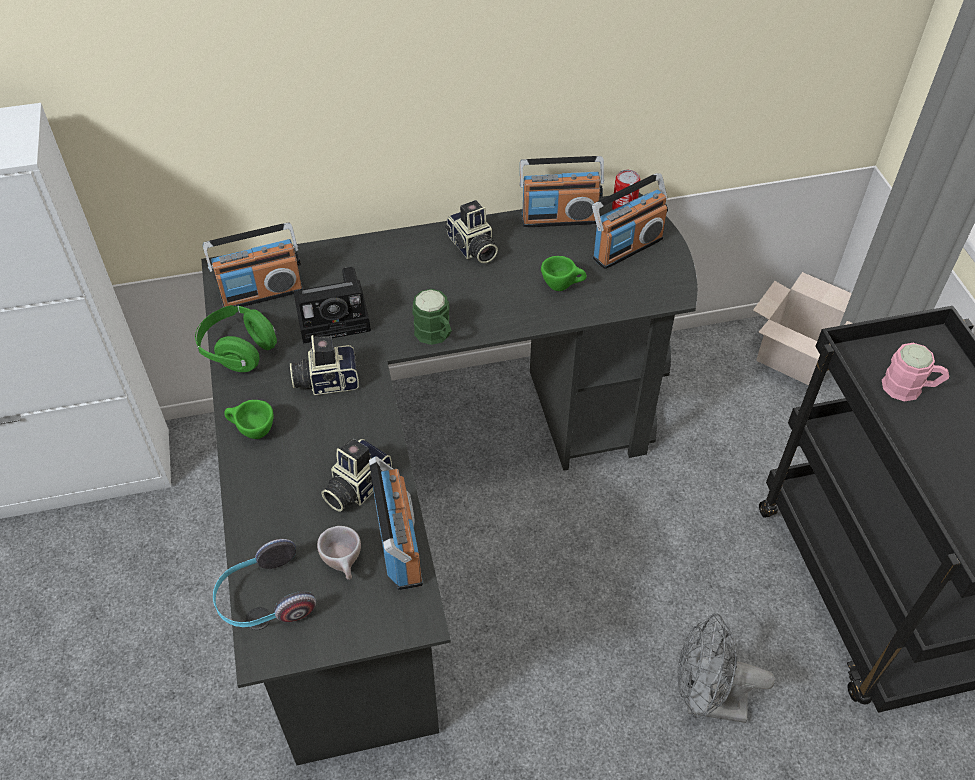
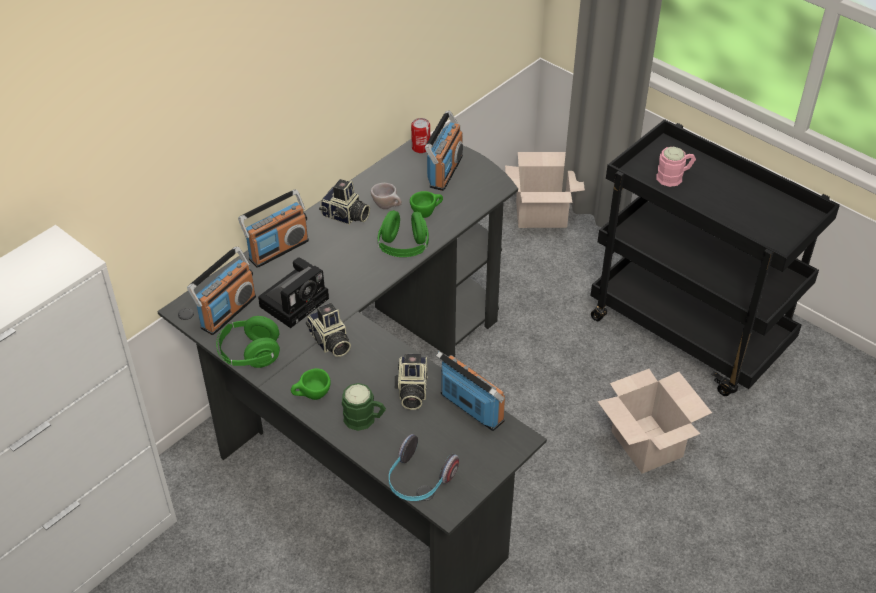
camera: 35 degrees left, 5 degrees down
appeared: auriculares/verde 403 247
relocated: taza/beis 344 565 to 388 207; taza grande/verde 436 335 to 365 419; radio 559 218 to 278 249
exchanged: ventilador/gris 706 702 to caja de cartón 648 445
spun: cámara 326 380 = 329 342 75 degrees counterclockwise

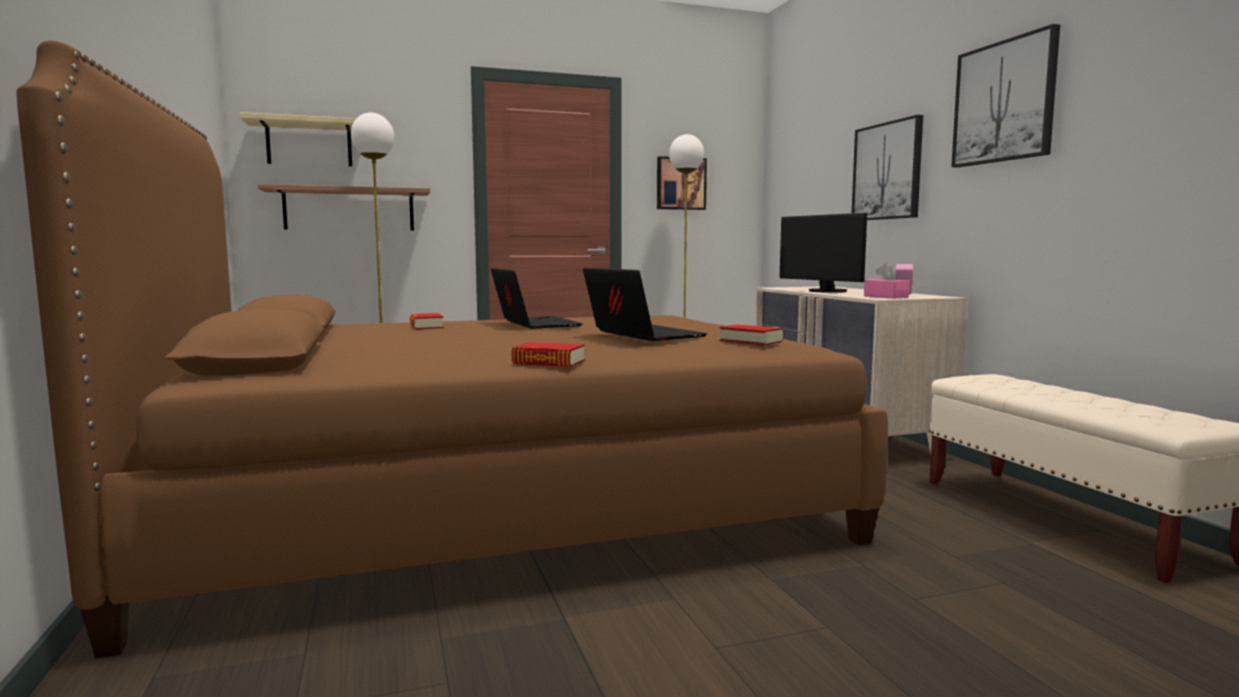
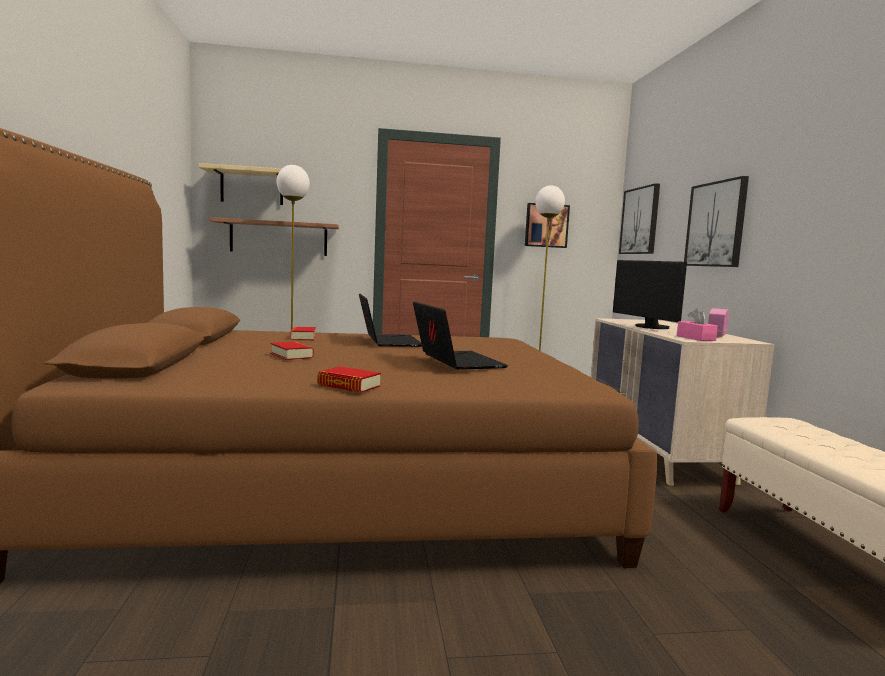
camera: 10 degrees right, 0 degrees up
relocated: libro 751 341 to 291 355; cuadro 1004 102 to 640 221

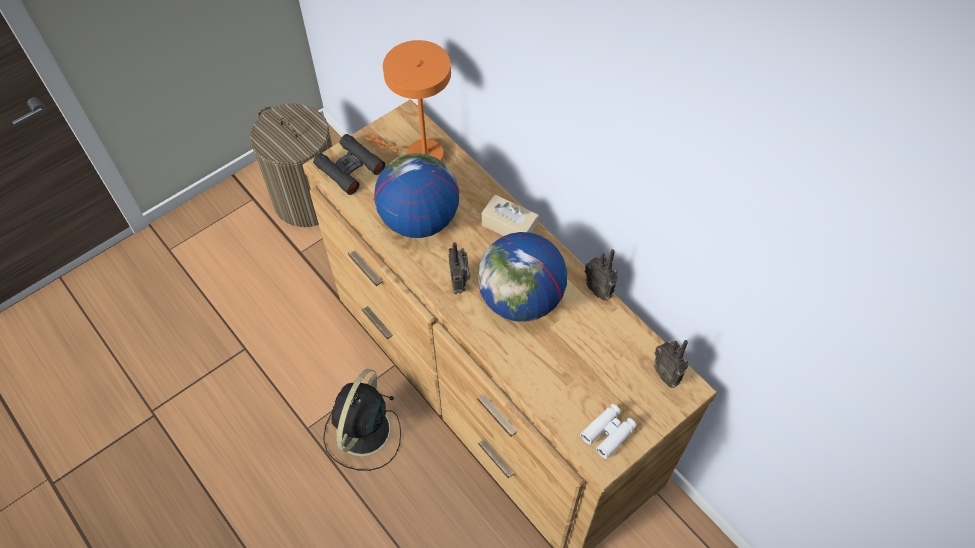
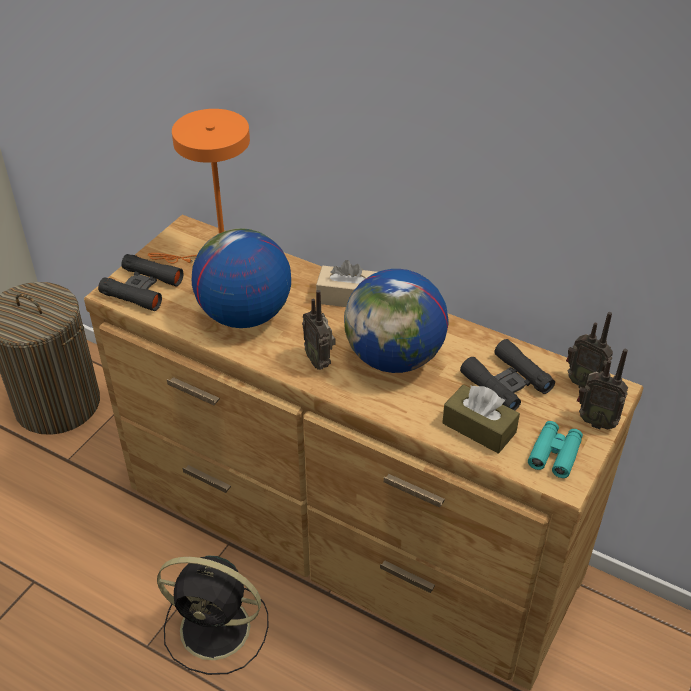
camera: 20 degrees left, 15 degrees down
appeared: caja de pañuelos/marrón 479 428; prismáticos/negro 506 383
relocated: radio 599 290 to 595 421
colour: prismáticos/blanco 608 433 to prismáticos/turquesa 554 453
spun: ventilador/negro 362 432 = 218 629 75 degrees counterclockwise

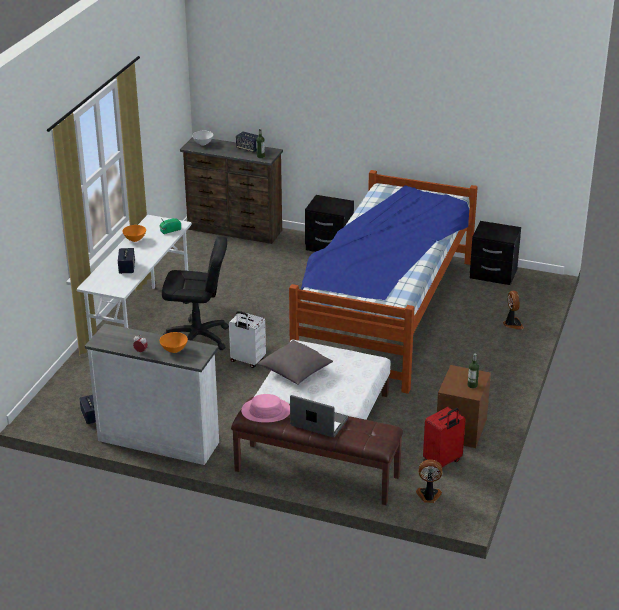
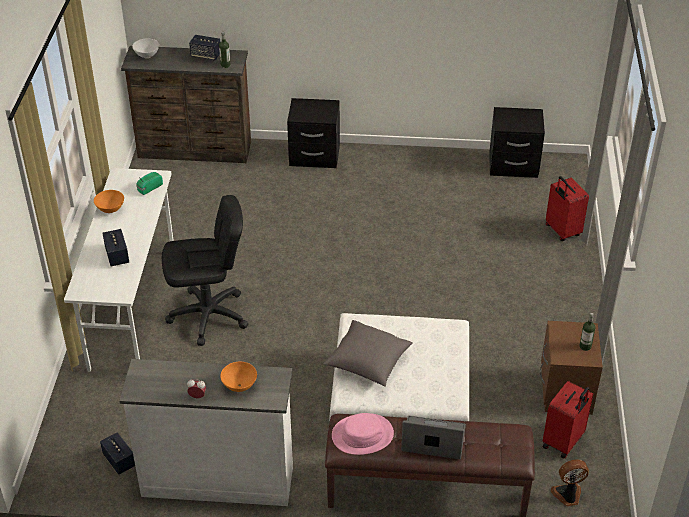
camera: 15 degrees left, 10 degrees up
missing: maleta/blanco 247 361; cama 385 312
exchanged: ventilador 512 324 to maleta/rojo 562 231

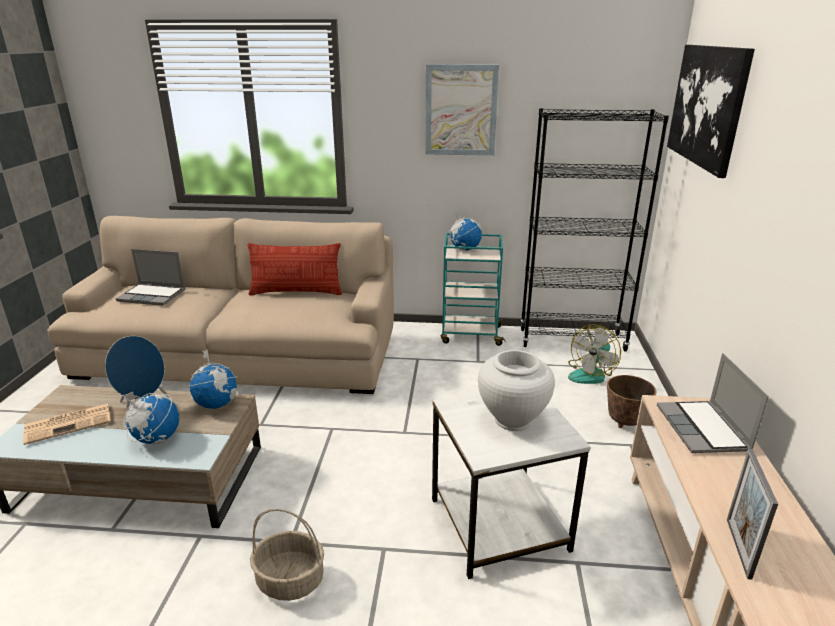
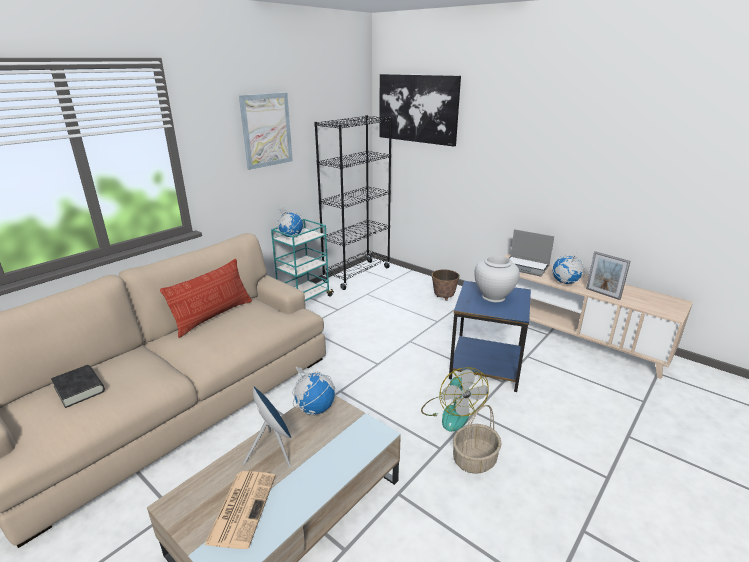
camera: 55 degrees left, 0 degrees up
relocated: globo terráqueo 156 439 to 565 283; ventilador 591 374 to 451 412
exchanged: portátil 153 295 to libro/negro 79 389
colour: mesa auxiliar/blanco 499 522 to mesa auxiliar/azul 484 365

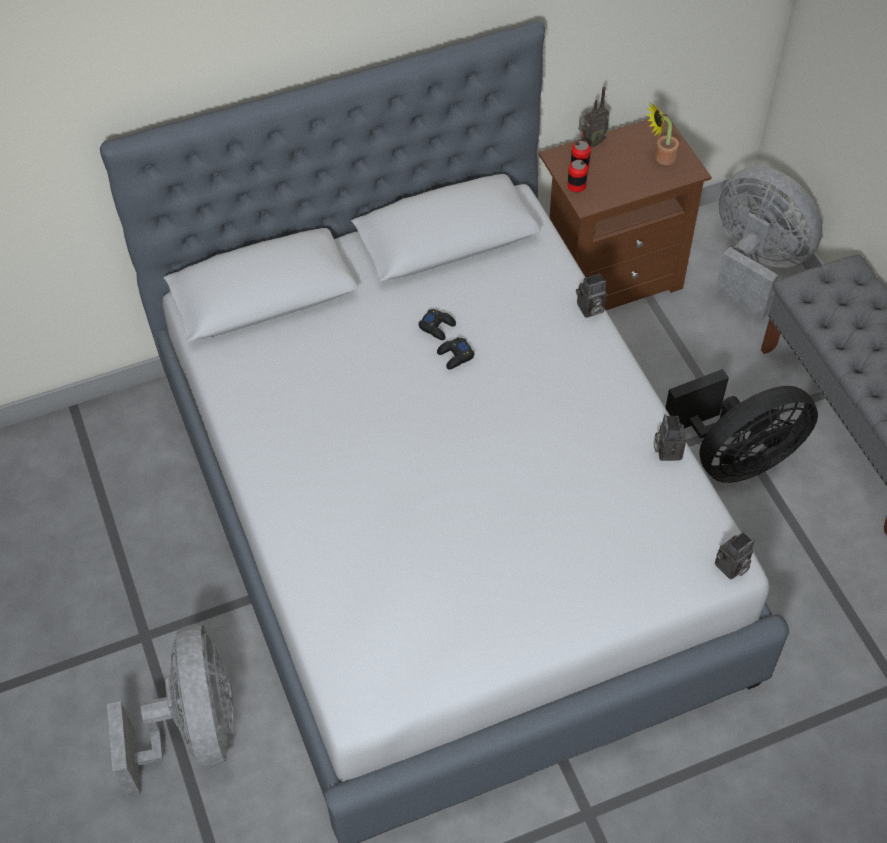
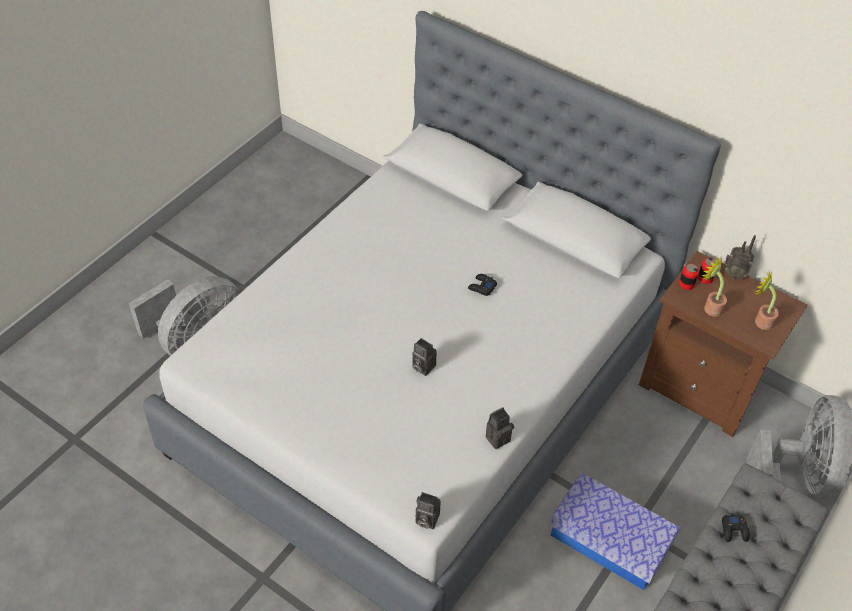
camera: 55 degrees right, 5 degrees down
appeared: planta en maceta 710 307
relocated: mando de consola/negro 437 327 to 734 530; cámara 589 309 to 422 367
exchanged: ventilador/negro 735 458 to caja de almacenaje 609 541

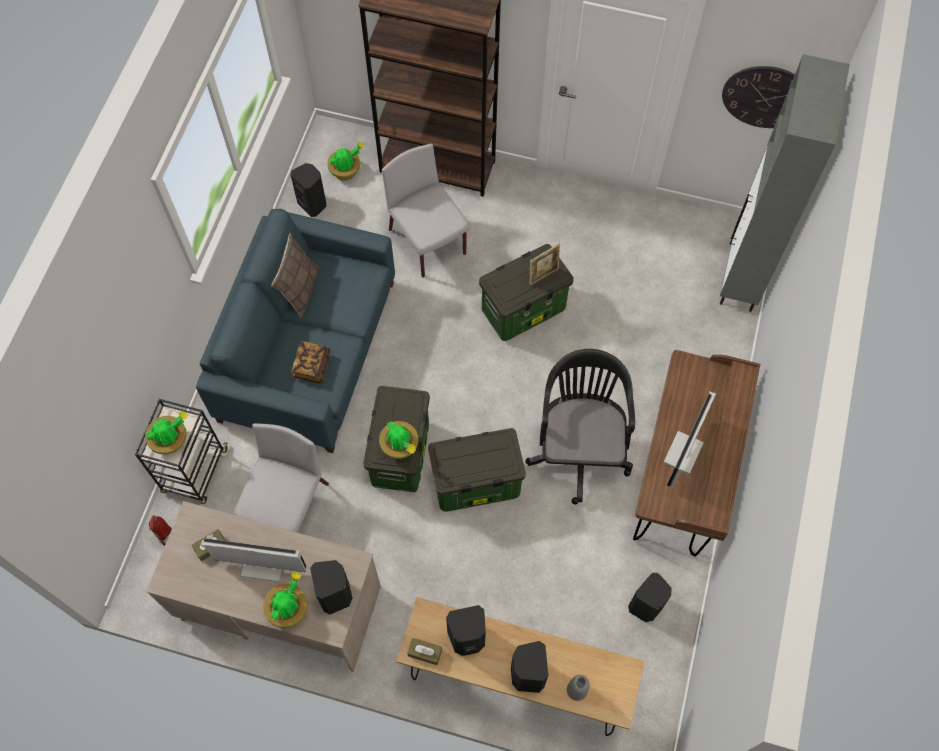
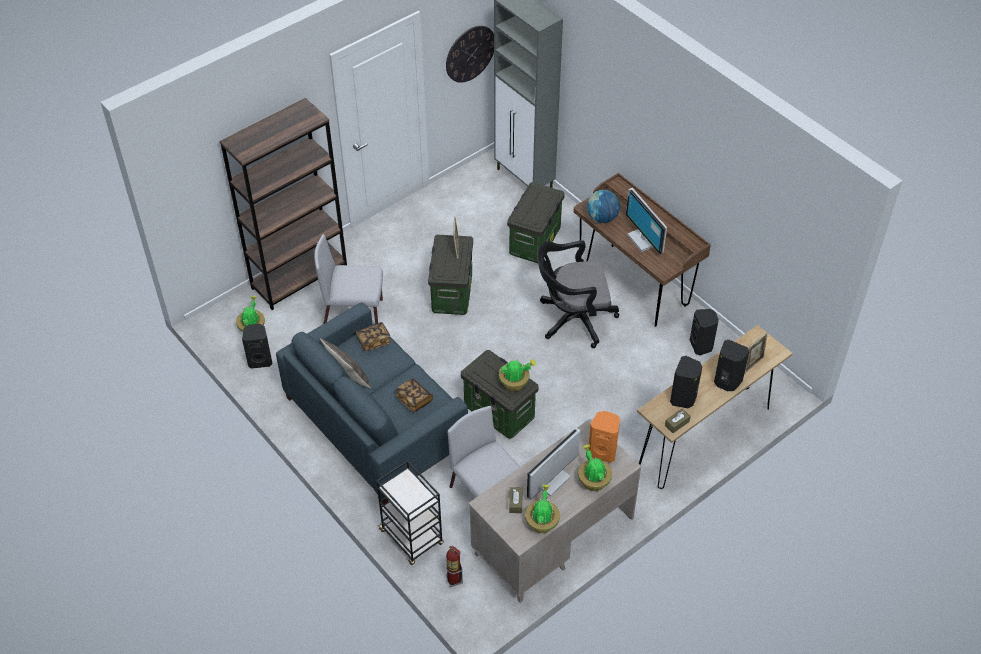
camera: 55 degrees left, 15 degrees down
appeared: libro 374 341; globo terráqueo 602 218
relocated: planta en maceta 171 440 to 542 522; caja de almacenaje 475 485 to 535 242
exchanged: botella/gris 577 690 to portarretratos 753 364
colour: altavoz/negro 336 595 to altavoz/naranja 603 451
spun: silla de oficina/negro 579 447 = 572 319 45 degrees counterclockwise

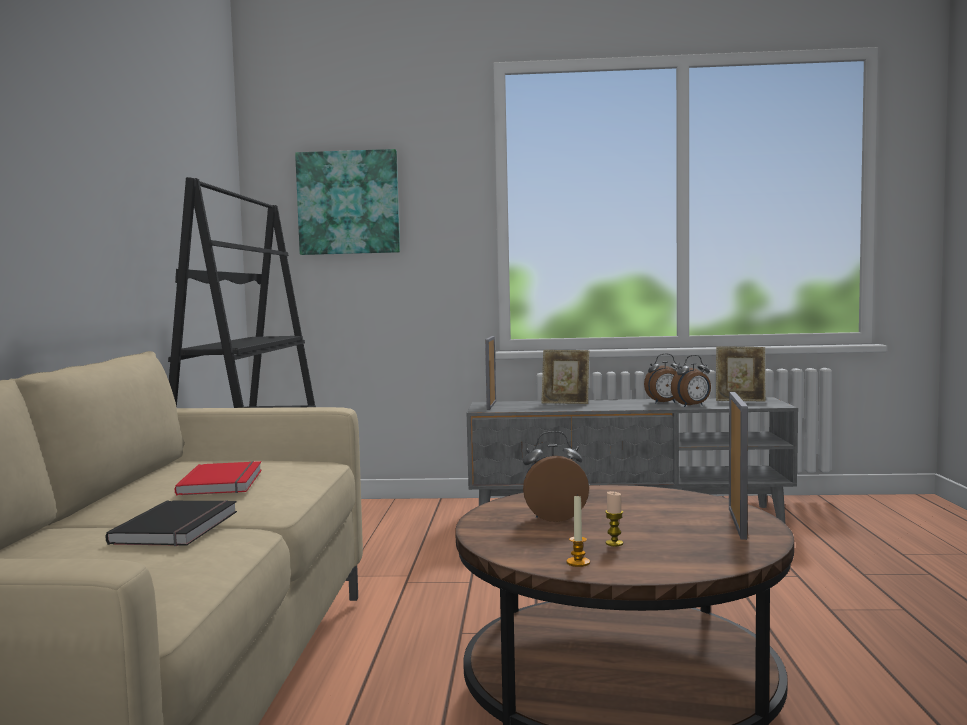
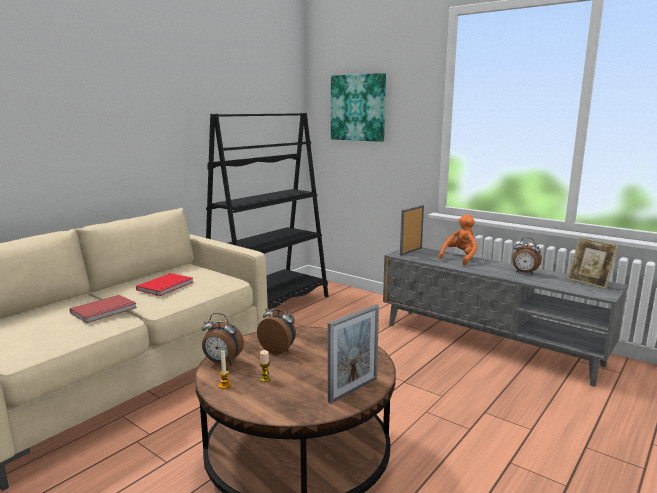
camera: 35 degrees right, 10 degrees up
relocated: despertador 692 406 to 222 362
exchanged: portarretratos 565 402 to peluche/naranja 460 258
colour: libro/negro 180 527 to libro/rojo 105 311

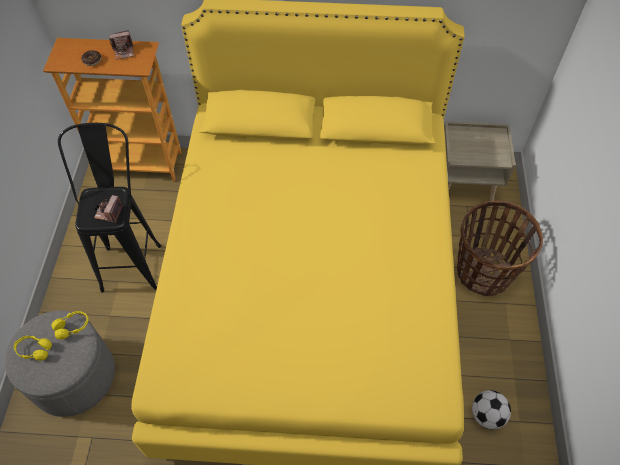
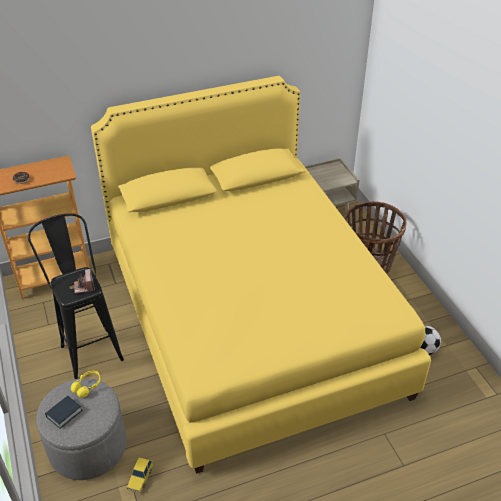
camera: 25 degrees left, 15 degrees down
missing: cámara 124 51
appeared: coche de juguete 140 478
exchanged: auriculares/amarillo 34 350 to libro 64 413

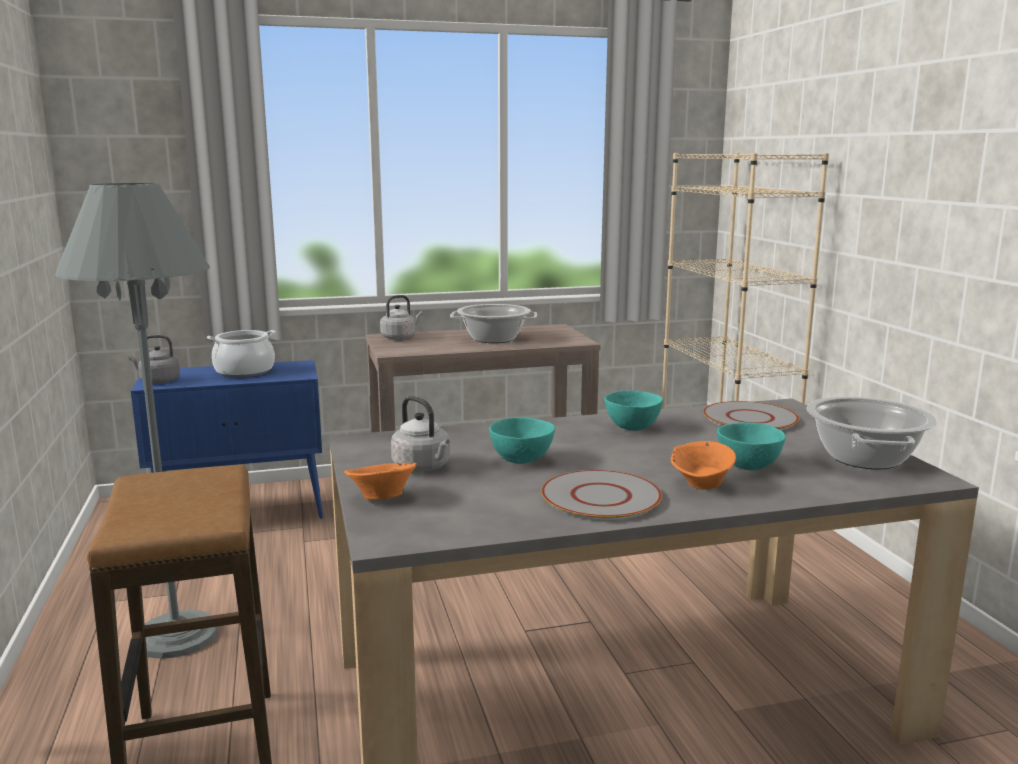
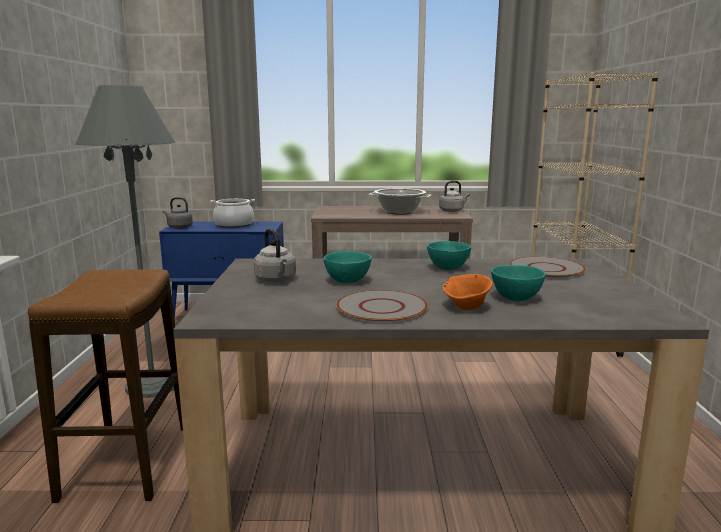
camera: 15 degrees right, 0 degrees up
missing: cuenco/naranja 381 498; olla 864 458
relocated: hervidor/gris 400 337 to 452 211

